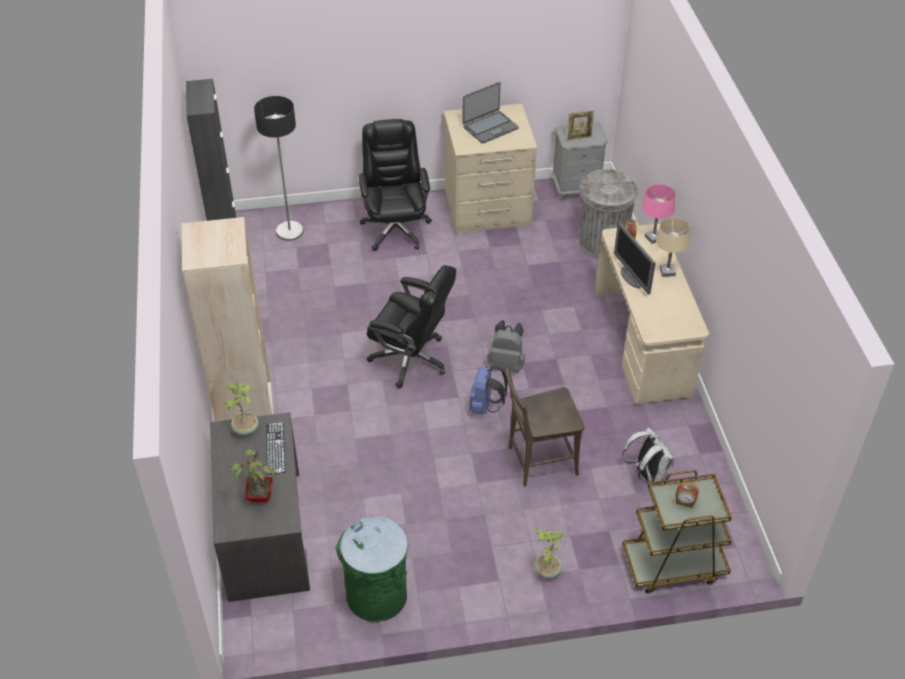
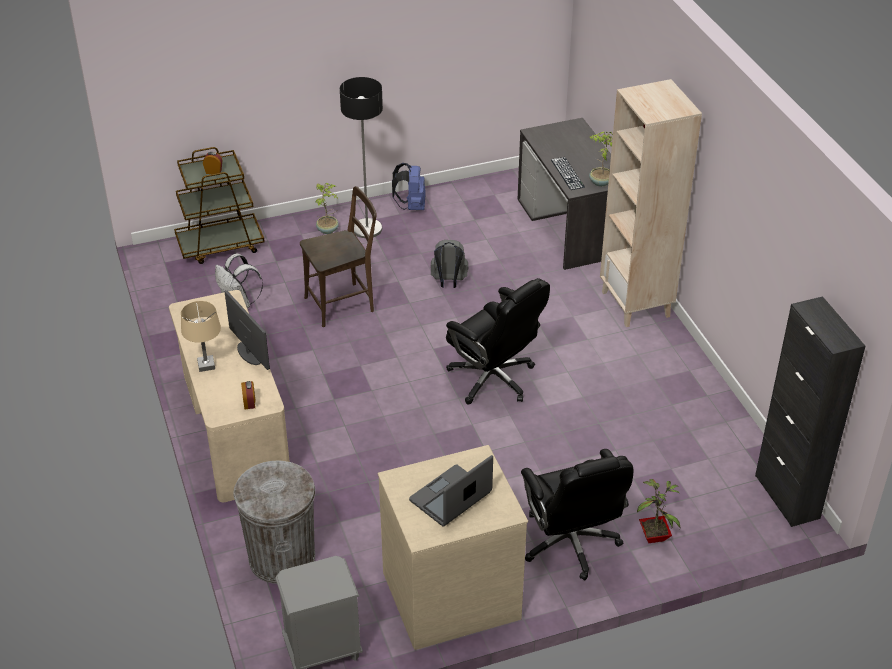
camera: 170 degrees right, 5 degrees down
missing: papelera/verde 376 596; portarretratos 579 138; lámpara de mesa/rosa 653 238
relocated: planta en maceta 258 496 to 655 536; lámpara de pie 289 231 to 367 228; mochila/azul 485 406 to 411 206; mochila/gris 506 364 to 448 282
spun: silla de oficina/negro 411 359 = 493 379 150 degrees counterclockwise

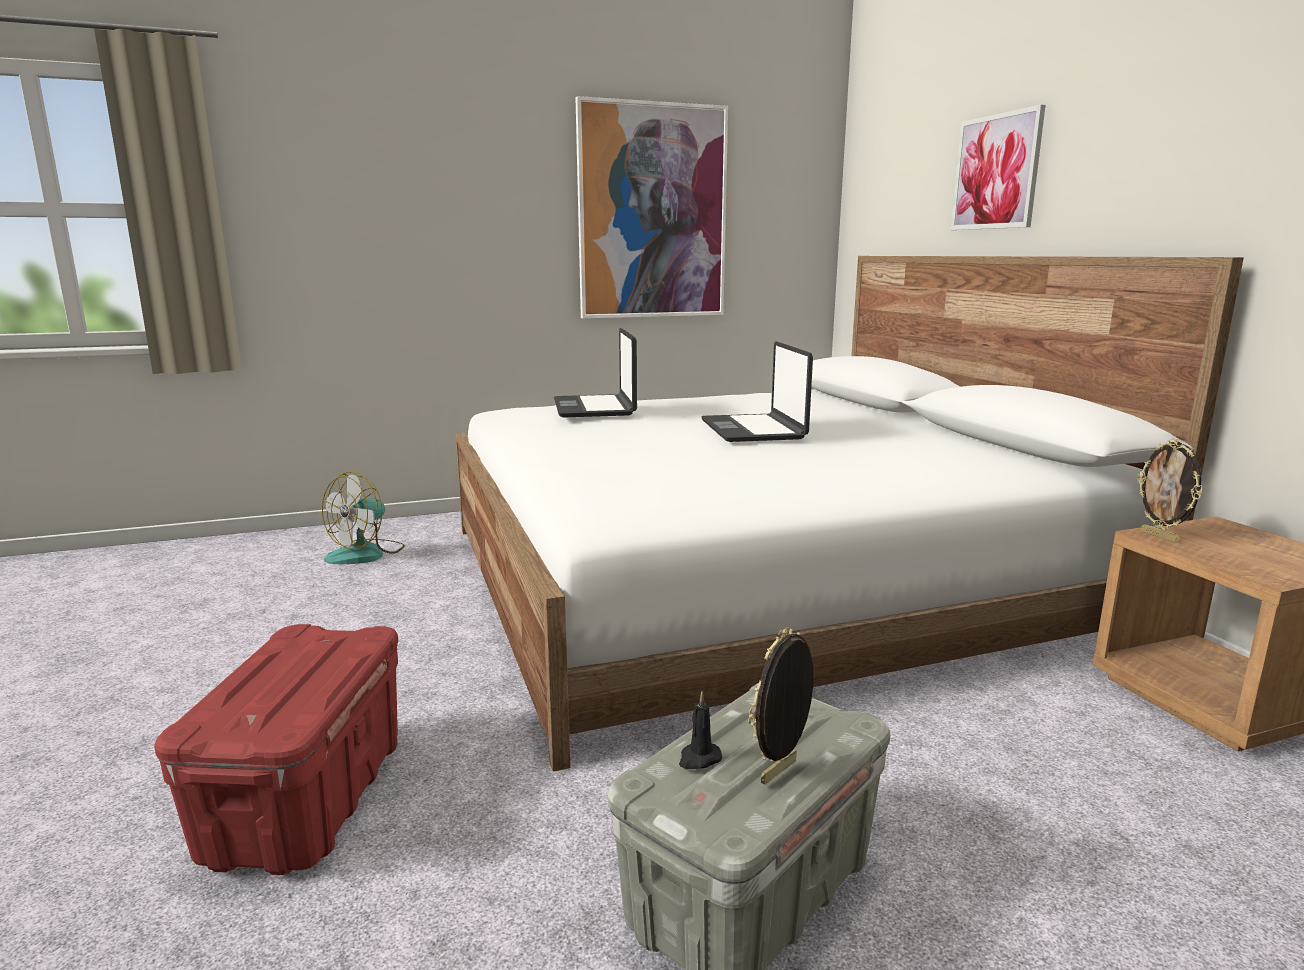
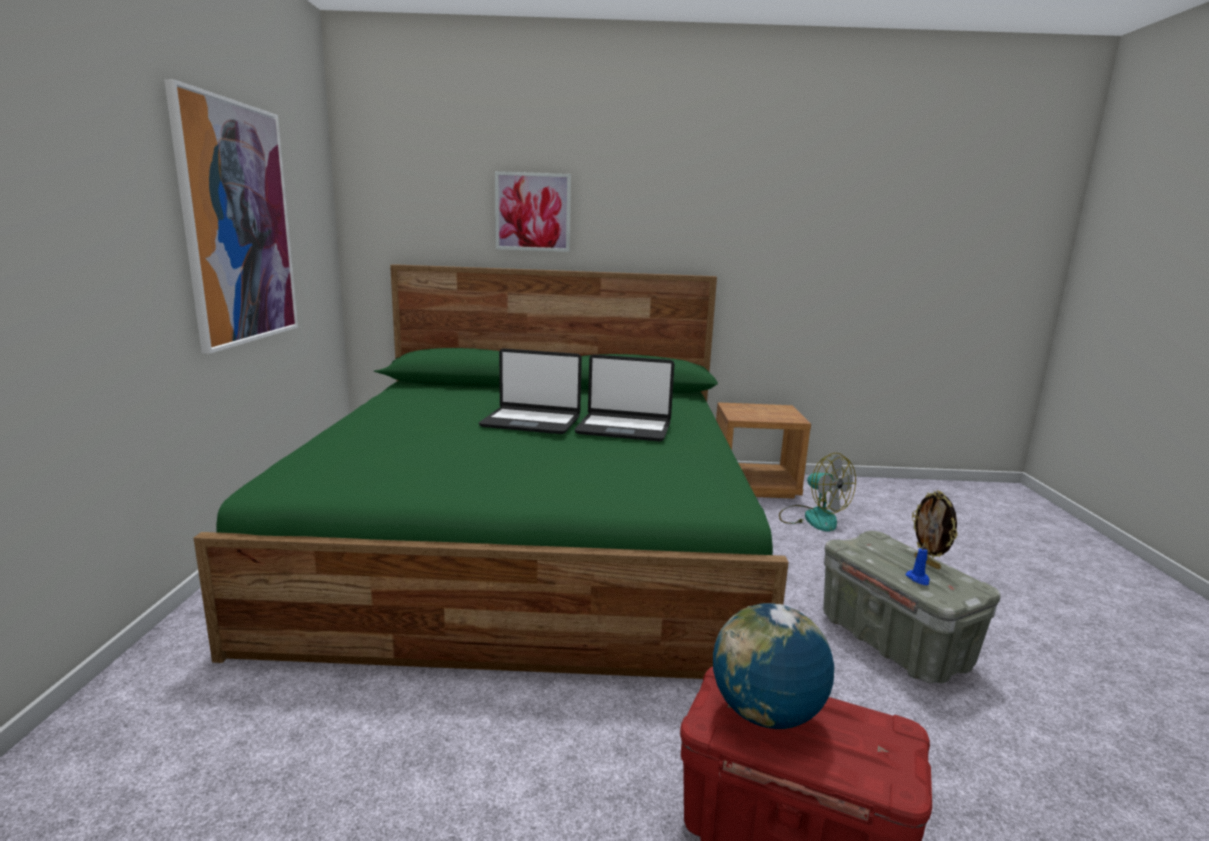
camera: 70 degrees left, 0 degrees up
missing: portarretratos 1160 536
appeared: globo terráqueo 766 714
relocated: ventilador 366 553 to 812 518; portátil 595 408 to 624 428
colour: cama/blanco 758 578 to cama/verde 531 537; vela/negro 699 758 to vela/azul 918 579

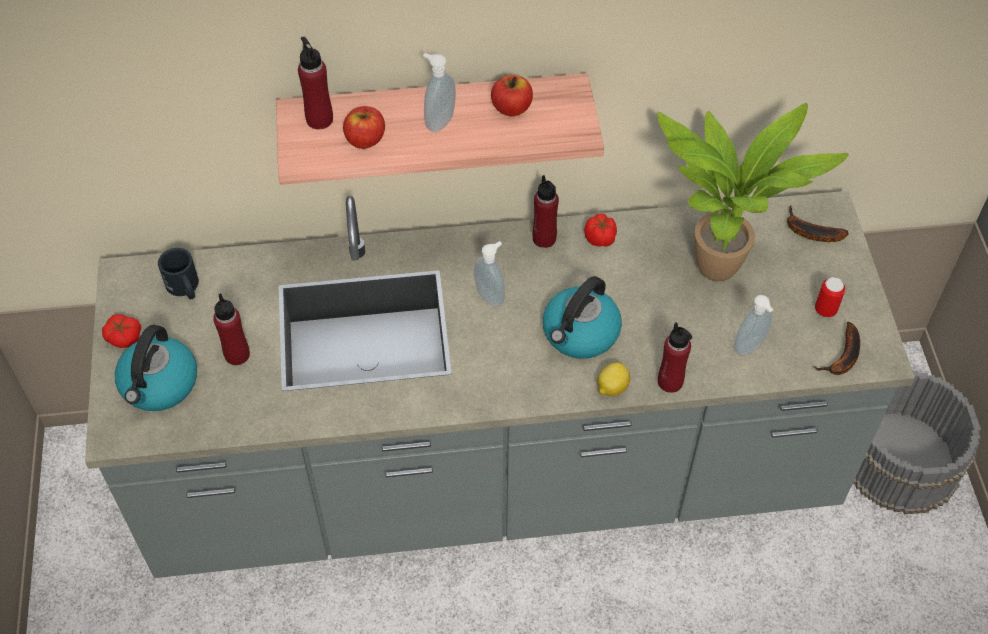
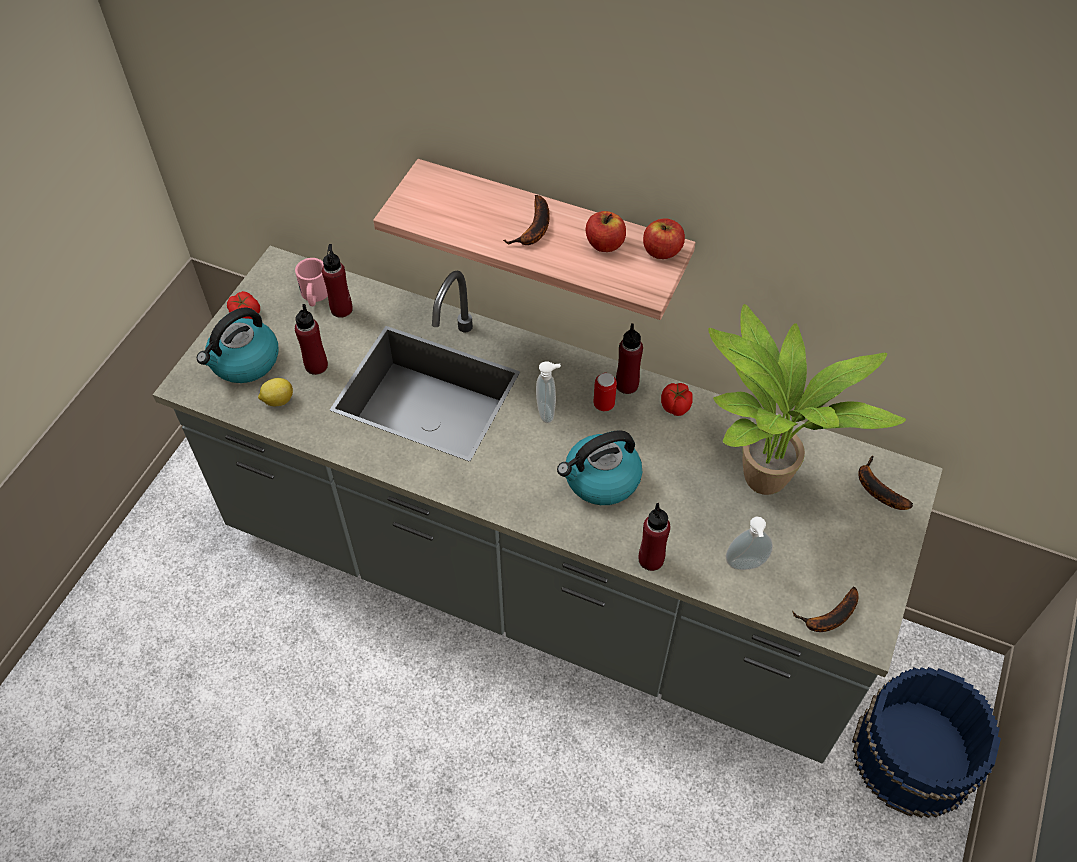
camera: 30 degrees right, 0 degrees up
relocated: botella/rojo 319 119 to 341 309; manzana 365 139 to 662 251; limón 611 388 to 278 400; lata 825 310 to 604 404
exchanged: dispensador de jabón 438 121 to plátano 534 229
colour: taza grande/negro 185 288 to taza grande/rosa 315 296; cubo/gris 898 460 to cubo/azul 912 753

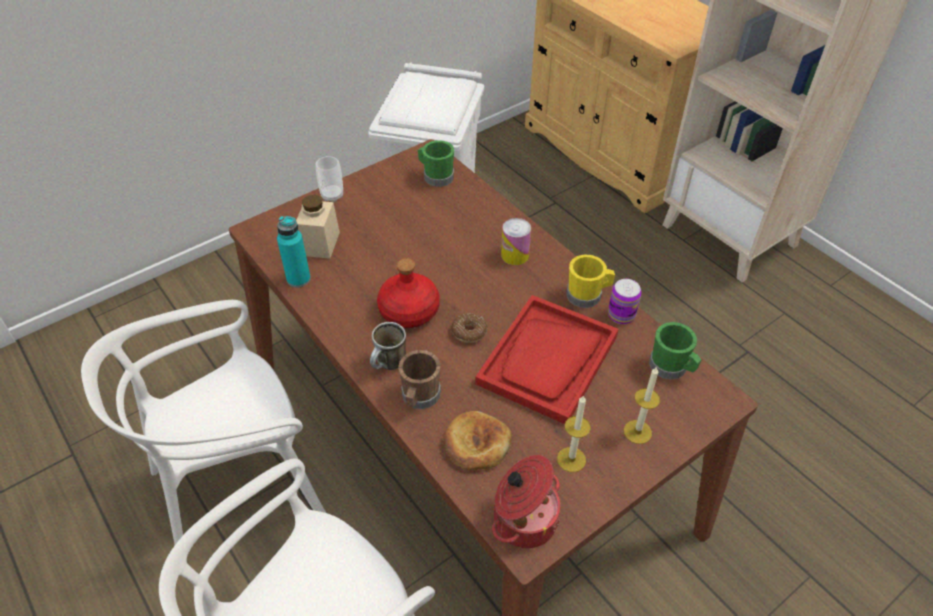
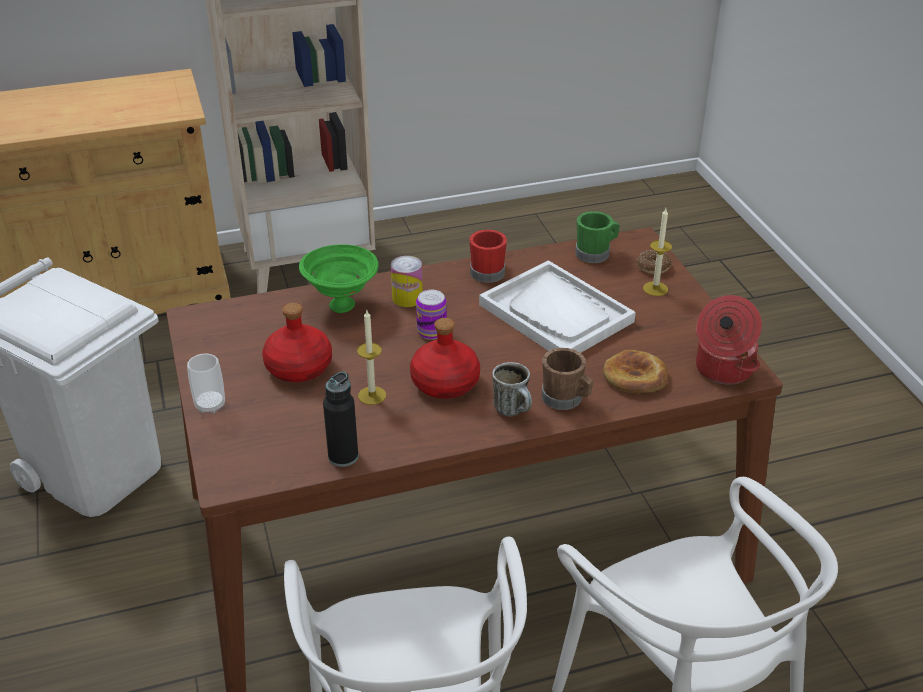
camera: 70 degrees left, 10 degrees down
missing: tarro/beis 320 243; taza grande/verde 436 176
appeared: botella/rojo 298 367; cuenco/verde 340 304
relocated: rosquilla 469 332 to 653 267; vela 571 459 to 372 395; lata 621 315 to 431 331
colour: botella/turquesa 298 279 to botella/negro 343 456; bandeja/rojo 548 360 to bandeja/blanco 556 313; taza grande/amarillo 588 295 to taza grande/rojo 488 271

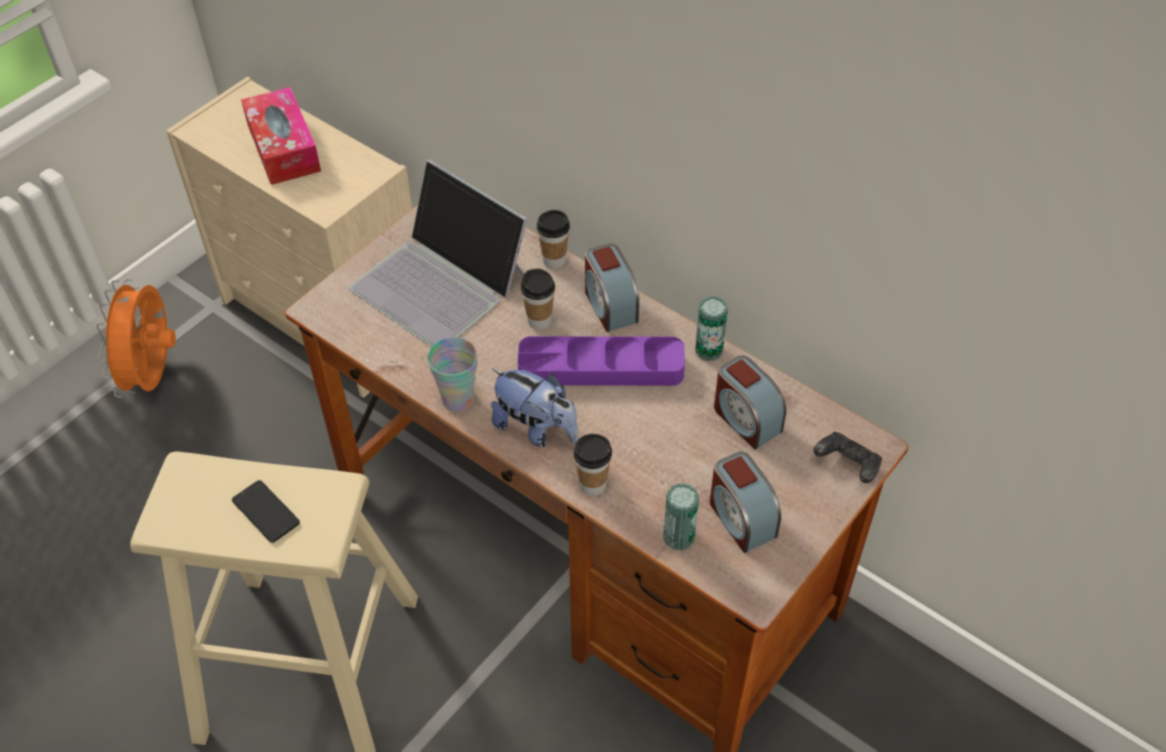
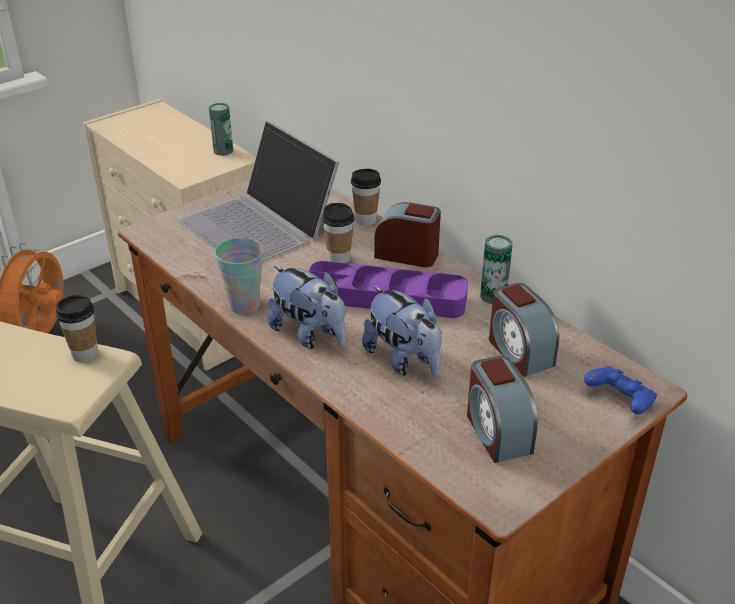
camera: 10 degrees right, 15 degrees down
missing: móvil 266 511; caja de pañuelos 283 148
appeared: peluche 404 360
relocated: taza 592 485 to 85 354; lata 678 537 to 223 151
colour: mando de consola/negro 847 465 to mando de consola/azul 619 401
spun: despertador 609 305 = 407 254 120 degrees clockwise

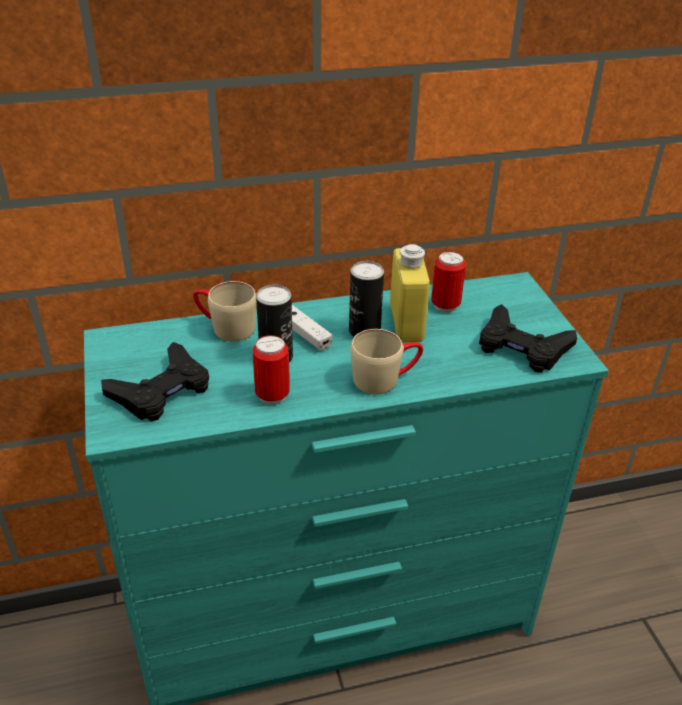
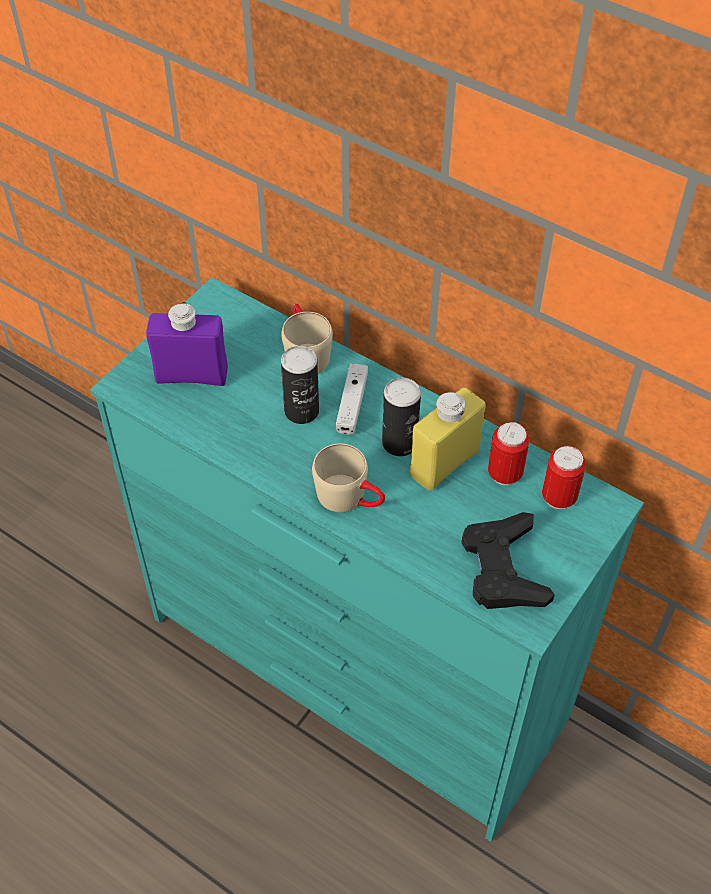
camera: 50 degrees right, 15 degrees up
relocated: lata 272 395 to 558 497
exchanged: mando de consola/negro 161 390 to botella/morado 192 375

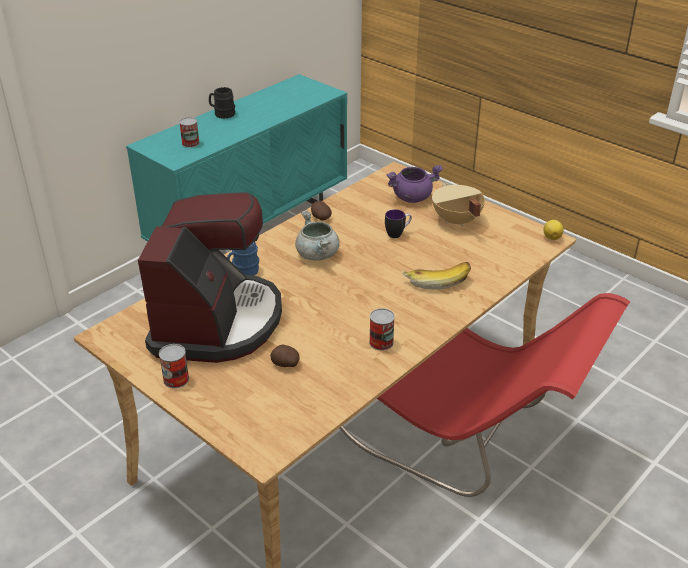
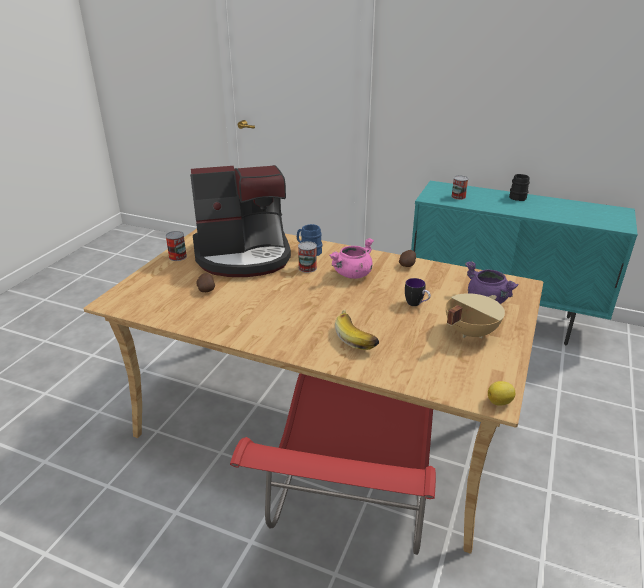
camera: 70 degrees right, 5 degrees down
relocated: lata 381 342 to 307 268
colour: olla/gris 318 255 to olla/rosa 352 274

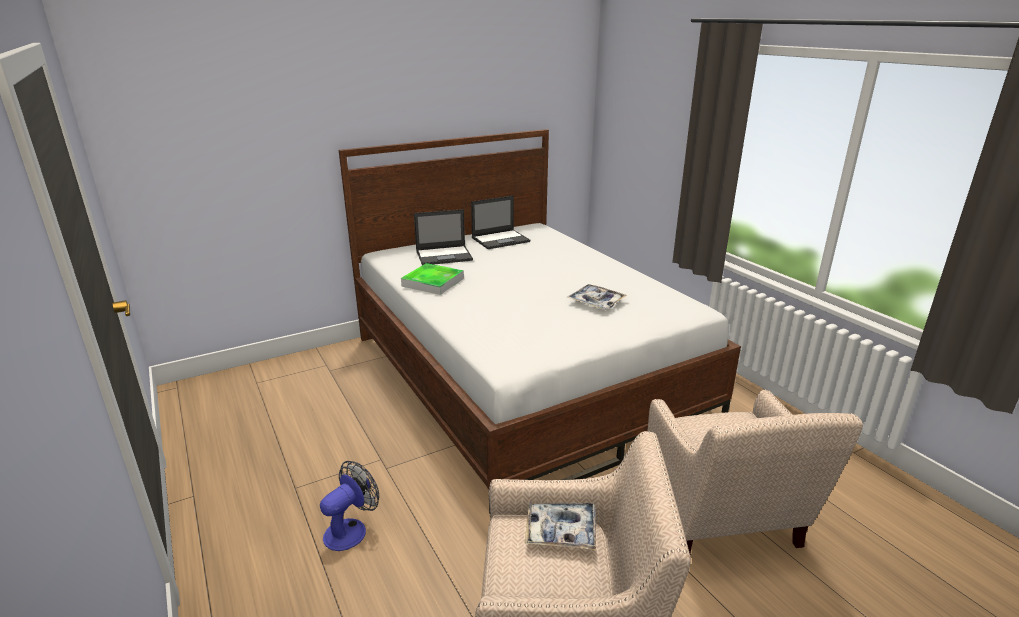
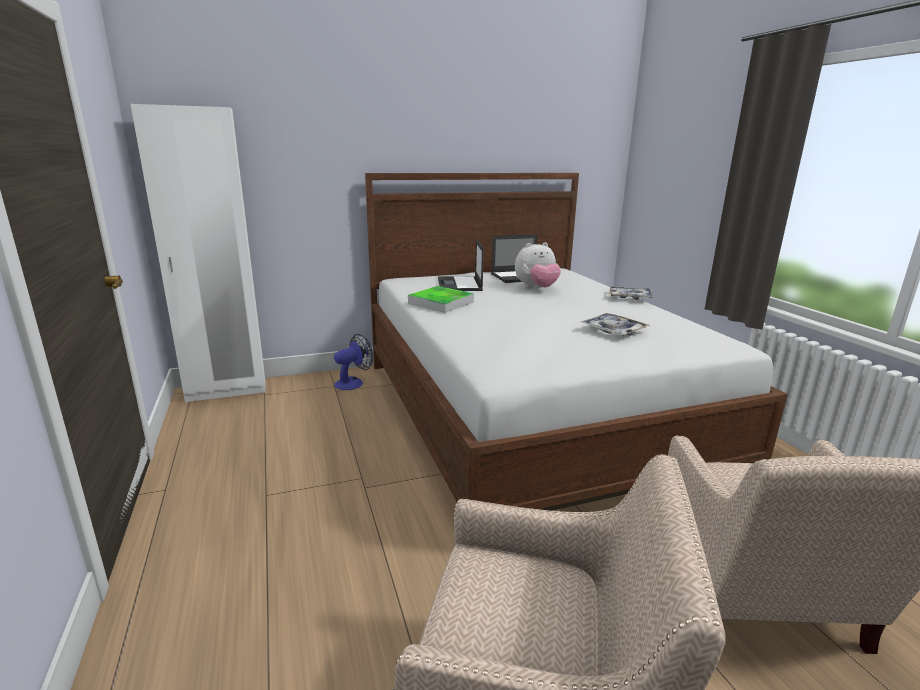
camera: 10 degrees right, 5 degrees down
appeared: armario ropero/blanco 227 391; peluche 536 288
relocated: ventilador 351 529 to 353 382; bandeja 561 530 to 630 297
spun: portátil 444 255 = 459 284 90 degrees clockwise

